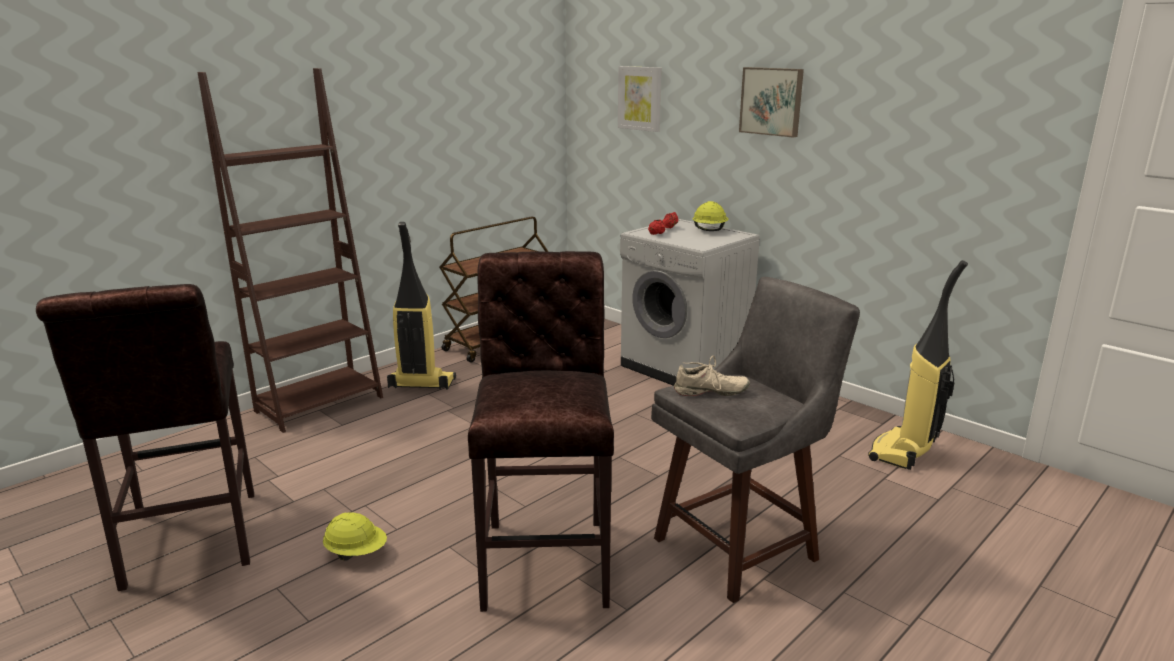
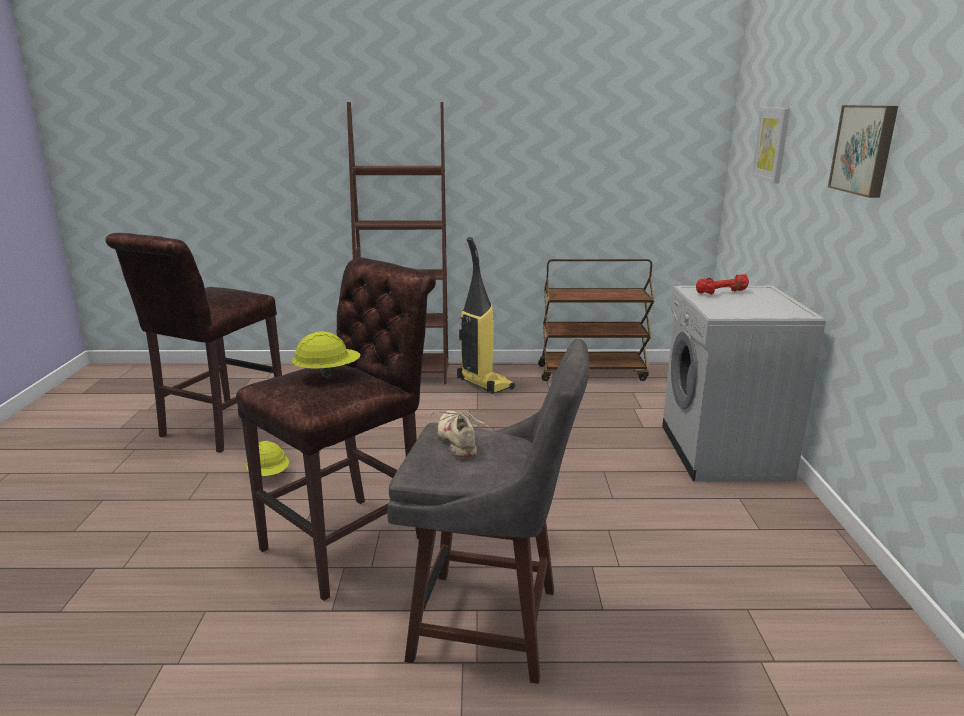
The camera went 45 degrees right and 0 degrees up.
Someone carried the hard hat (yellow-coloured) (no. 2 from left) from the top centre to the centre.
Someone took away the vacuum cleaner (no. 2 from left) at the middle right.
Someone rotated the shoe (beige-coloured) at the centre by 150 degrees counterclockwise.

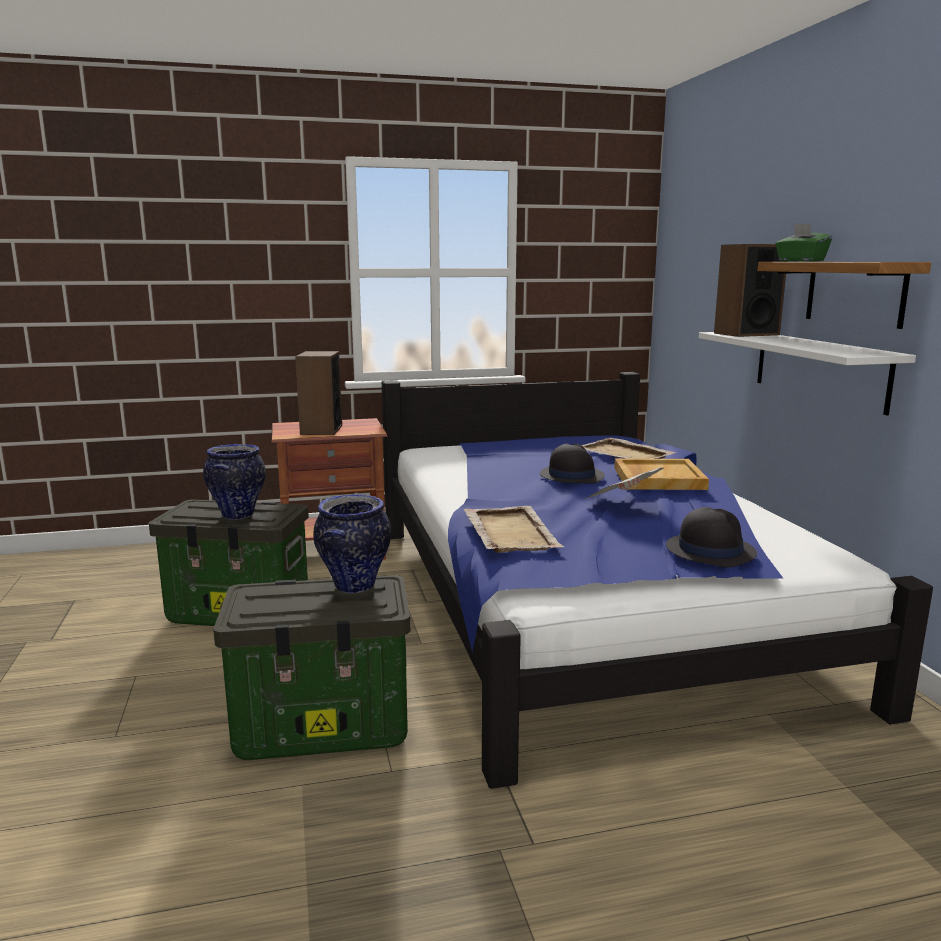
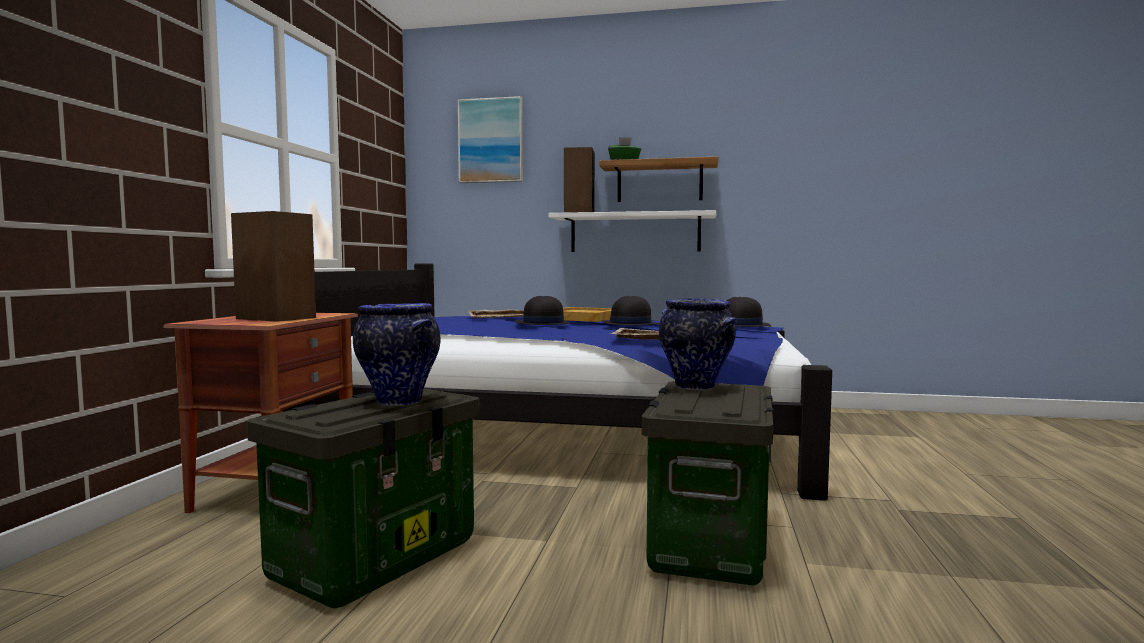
The camera went 65 degrees left and 10 degrees down.
Someone swapped the printed paper at the centre for the hat (blackish) (no. 2 from left) at the centre.
Someone put up the wall art at the top centre.

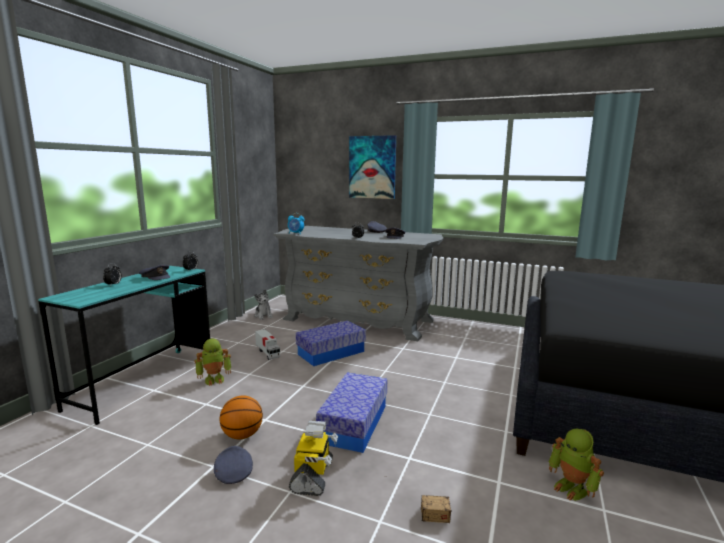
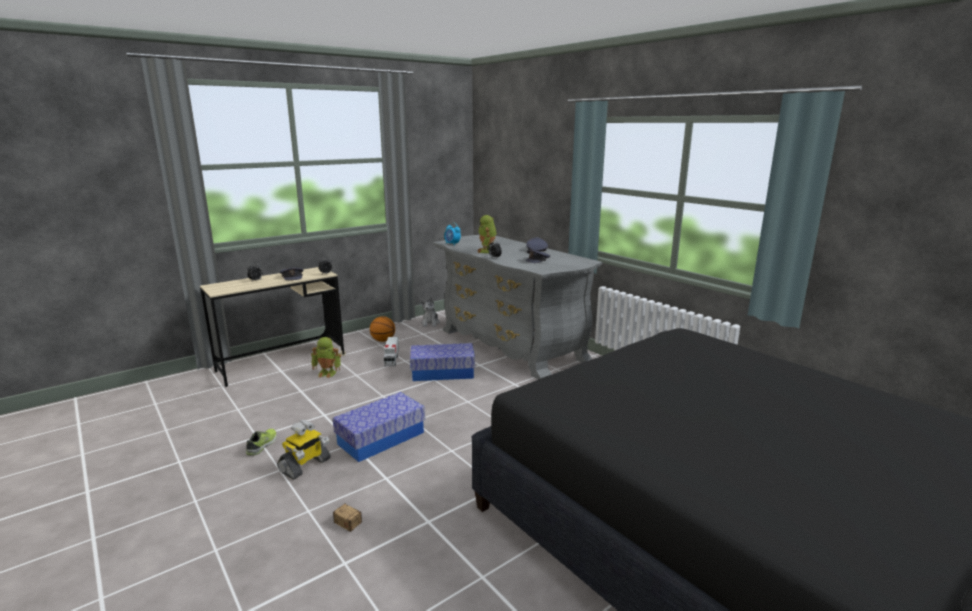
The camera went 30 degrees right and 5 degrees up.
Someone took away the wall art at the top centre.
Someone repainted the desk table (turquoise-coloured) at the middle left, which became the desk table (beige-coloured) at the middle left.
Someone carried the basketball ball from the bottom left to the centre.
Someone carried the toy robot (no. 3 from left) from the bottom right to the centre.
Someone swapped the baseball cap (greyish) (no. 2 from left) at the bottom left for the shoe at the bottom left.

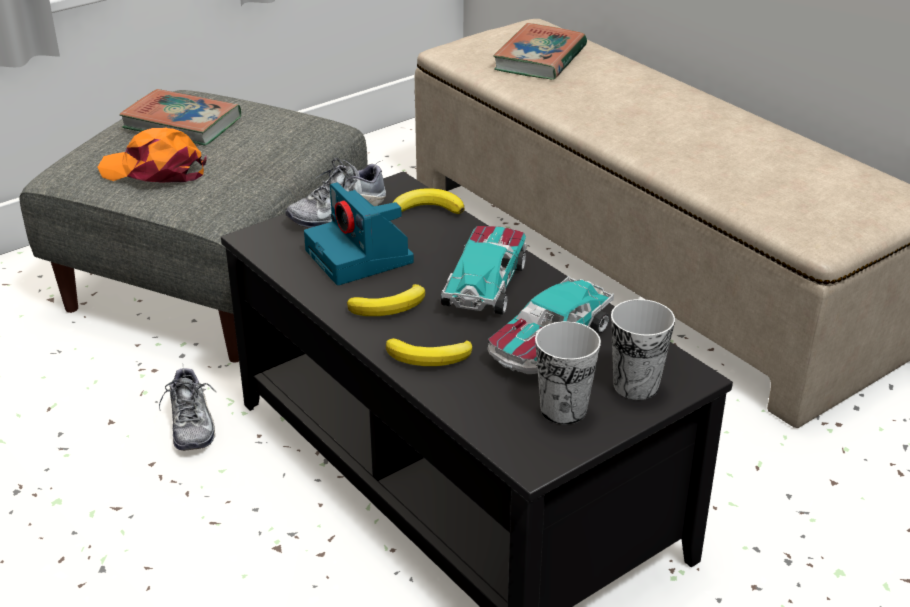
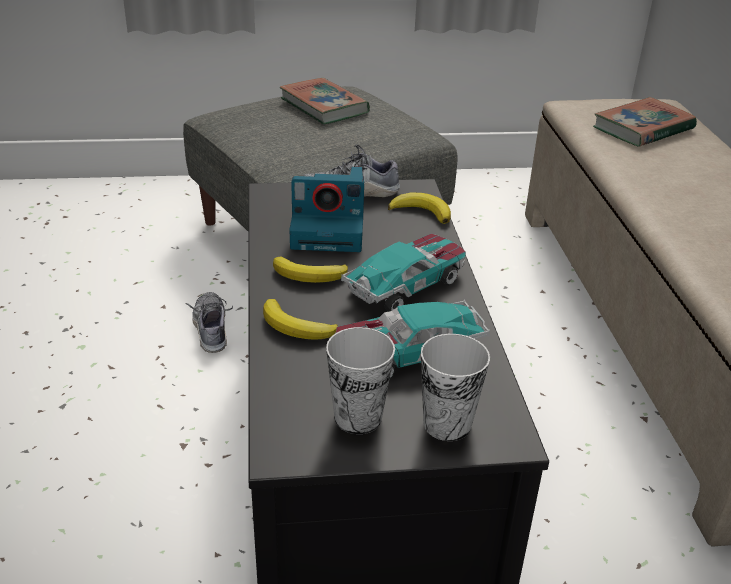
The camera went 30 degrees right and 0 degrees up.
Someone took away the baseball cap (orange-coloured) at the top left.
Someone rotated the still camera at the centre by 90 degrees counterclockwise.
Someone rotated the shoe (no. 1 from left) at the bottom left by 150 degrees clockwise.

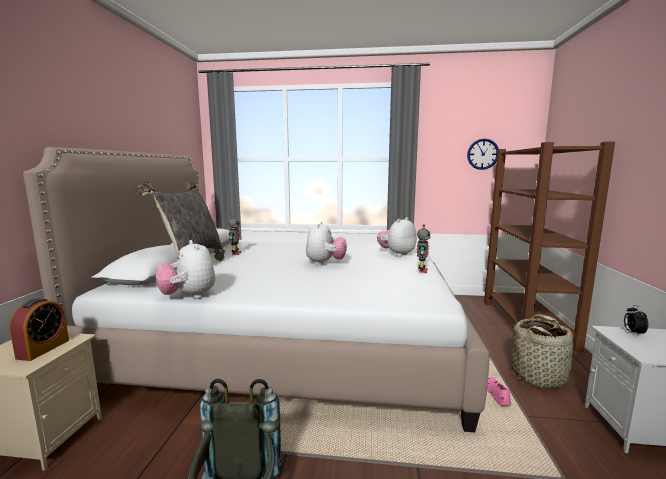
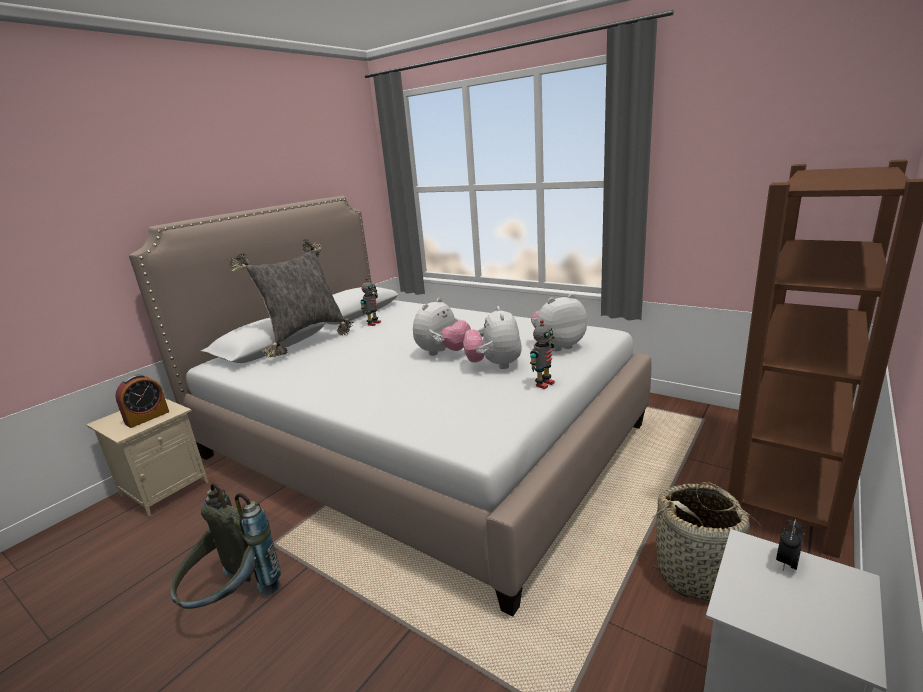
The camera went 30 degrees right and 10 degrees up.
Someone took away the clock on the wall at the top right.
Someone carried the cuddly toy (no. 1 from left in the first image) from the middle left to the centre.
Someone took away the shoe (pink) at the bottom right.

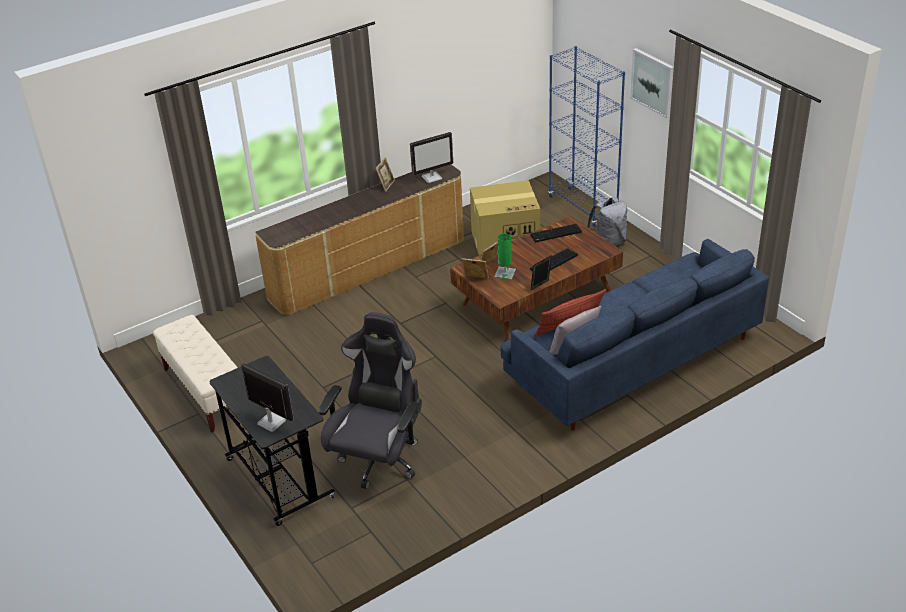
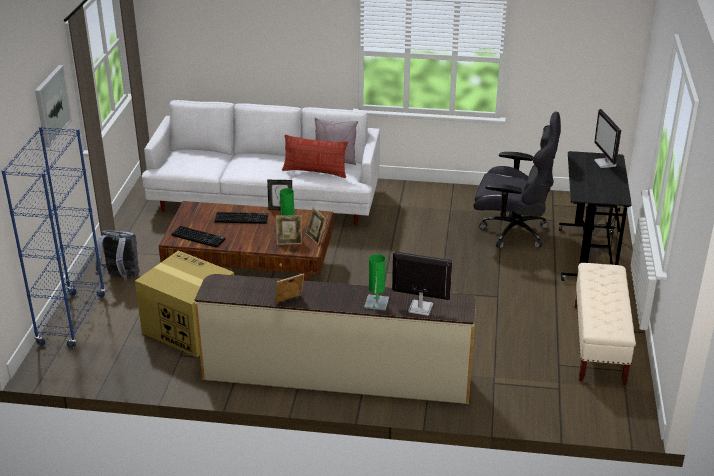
The camera went 140 degrees left and 5 degrees down.
Someone carried the computer display (no. 2 from left in the first image) from the top centre to the centre.
Someone repainted the sofa (bluish) at the middle right, which became the sofa (whitish) at the centre.
Someone rotated the office chair (blackish) at the centre by 135 degrees counterclockwise.
Someone put down the tabletop lamp (greenish) (no. 2 from left) at the centre.

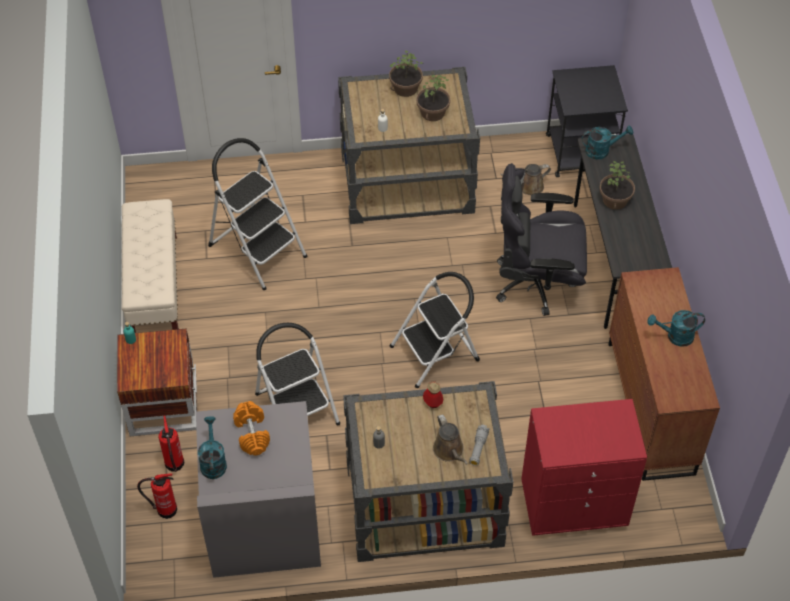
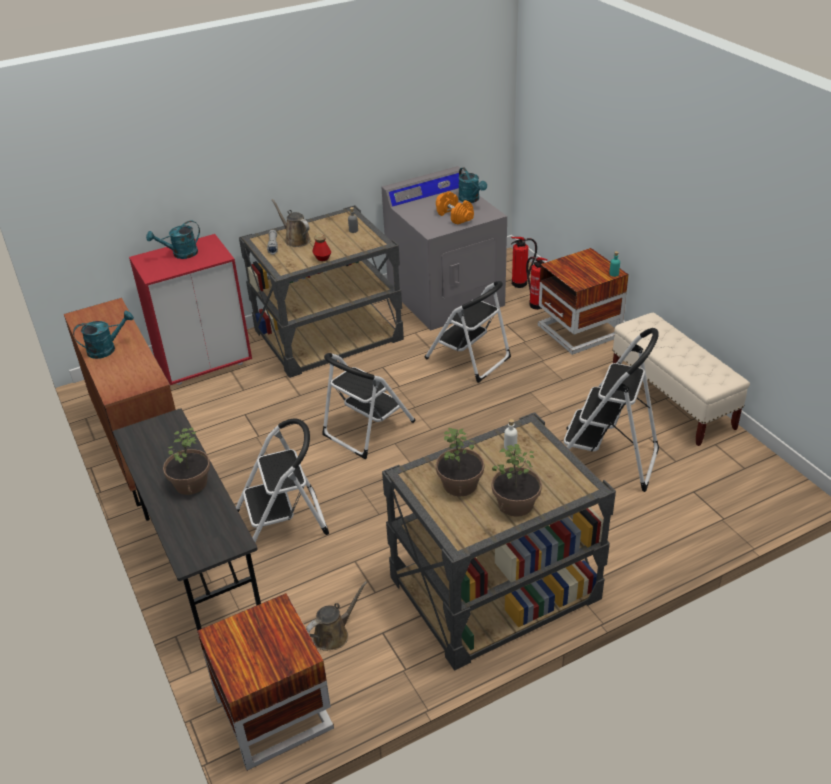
The camera went 160 degrees right and 15 degrees down.
Someone swapped the wheeled cart (blackish) at the top right for the bedside table (no. 1 from left) at the bottom left.
Someone carried the watering pot (turquoise-coloured) (no. 2 from left) from the top right to the top left.
Someone swapped the office chair (blackish) at the middle right for the step stool (no. 1 from left) at the centre.

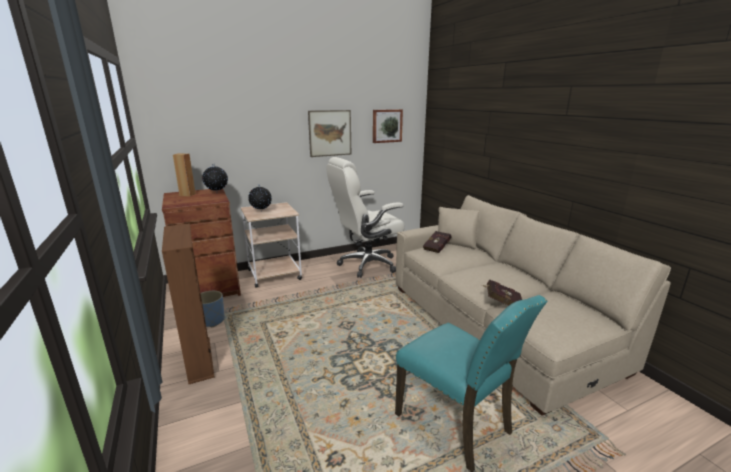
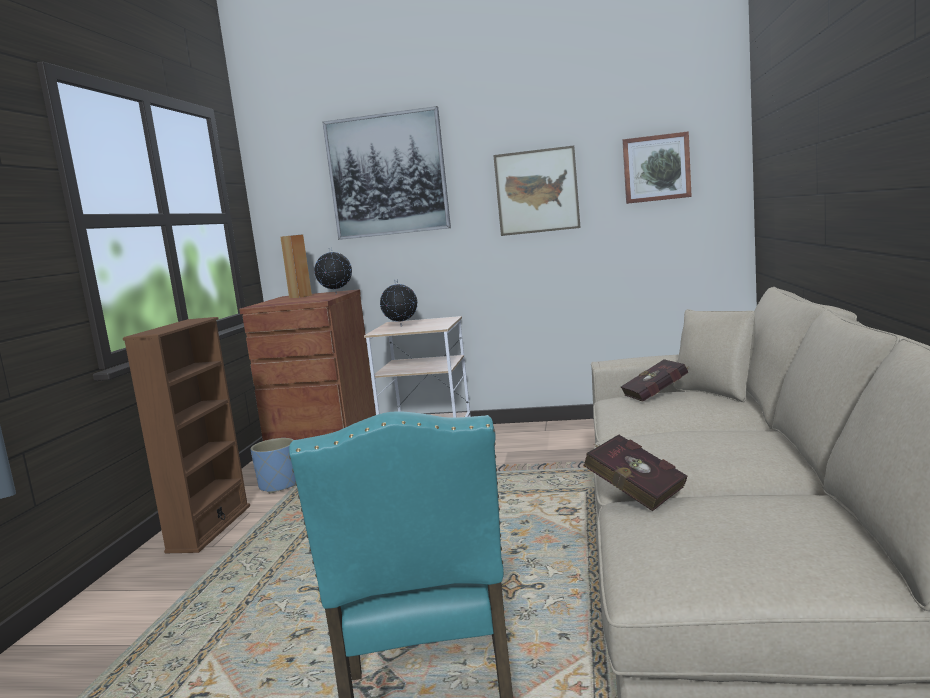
The camera went 35 degrees right and 10 degrees down.
Someone took away the office chair (whitish) at the centre.
Someone put up the wall art (no. 1 from left) at the top centre.

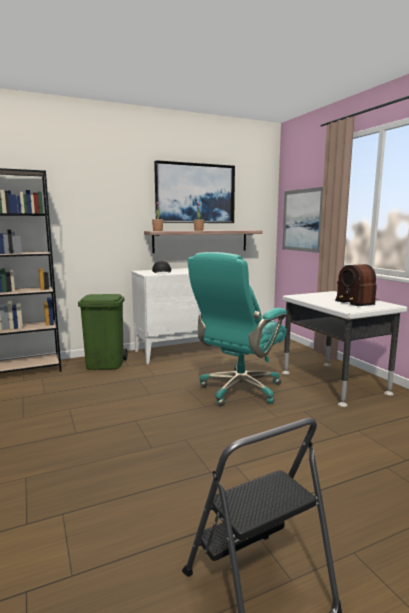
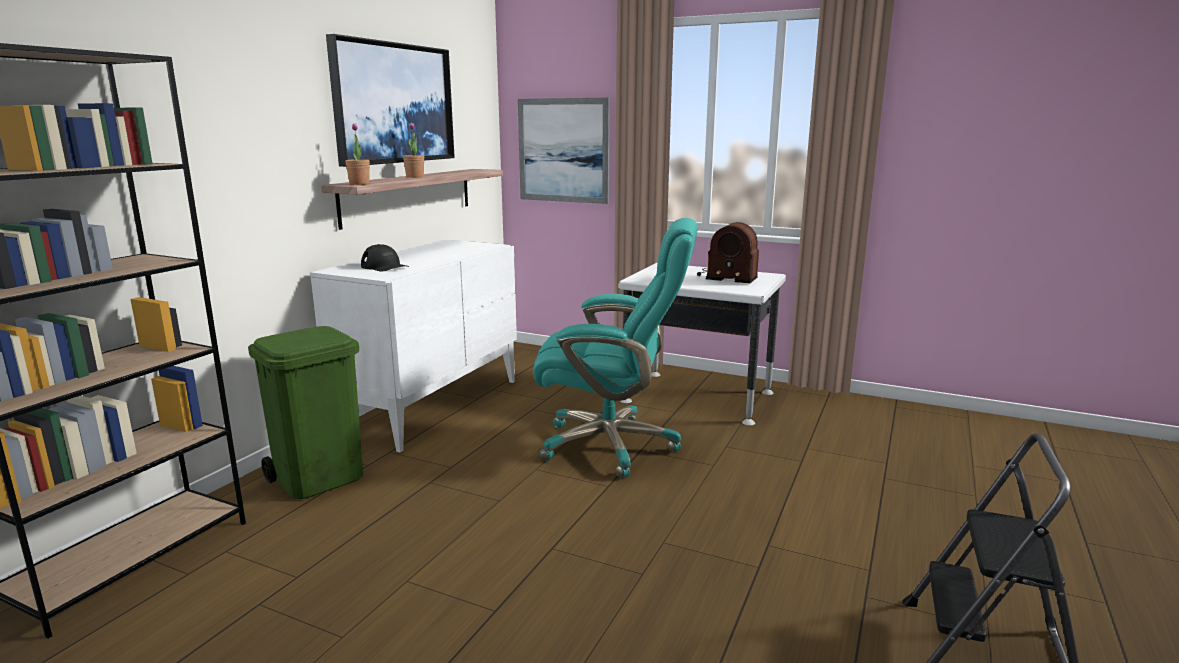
The camera went 40 degrees left and 5 degrees up.
Someone rotated the office chair (turquoise-coloured) at the centre by 75 degrees counterclockwise.

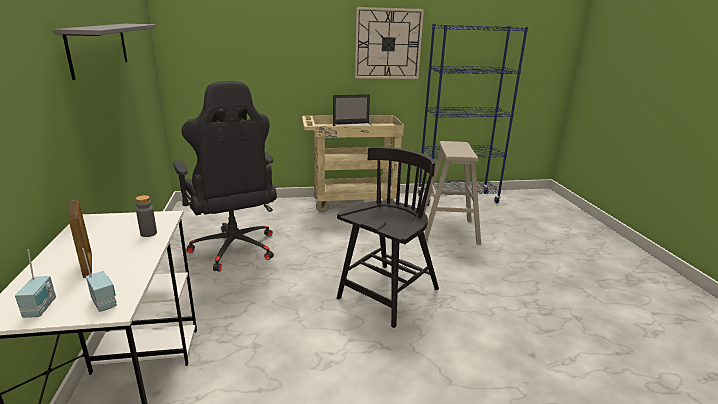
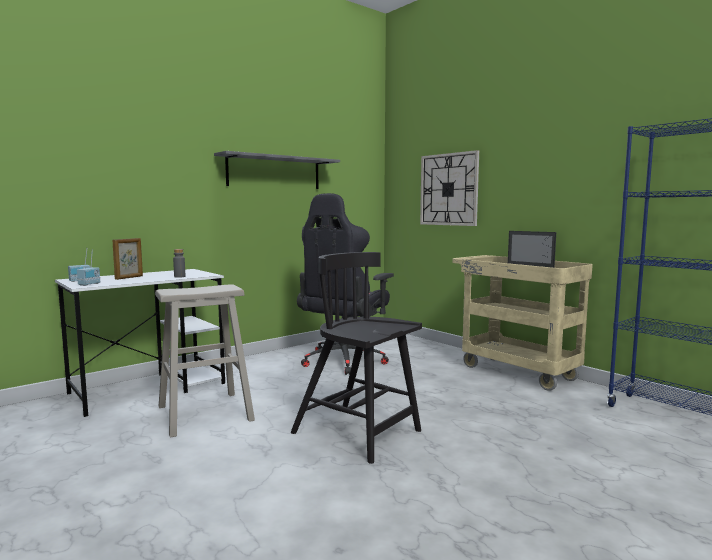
The camera went 60 degrees right and 15 degrees down.
Someone carried the clock on the wall from the top centre to the centre.
Someone carried the stool seat (beige-coloured) from the centre to the middle left.
Someone rotated the chair (blackish) at the centre by 150 degrees counterclockwise.

